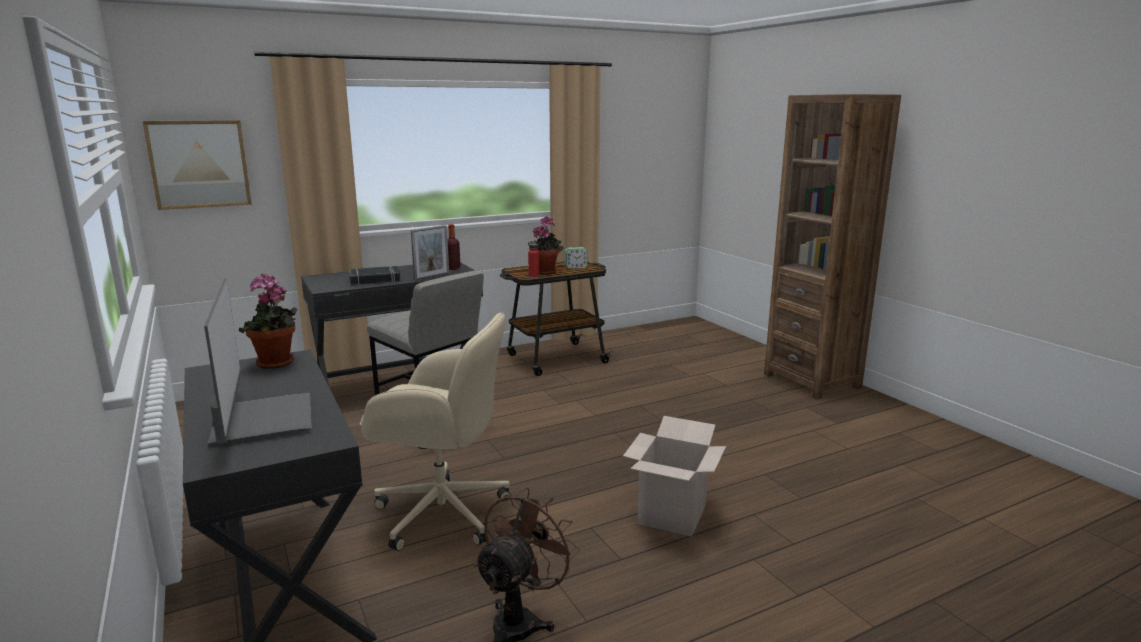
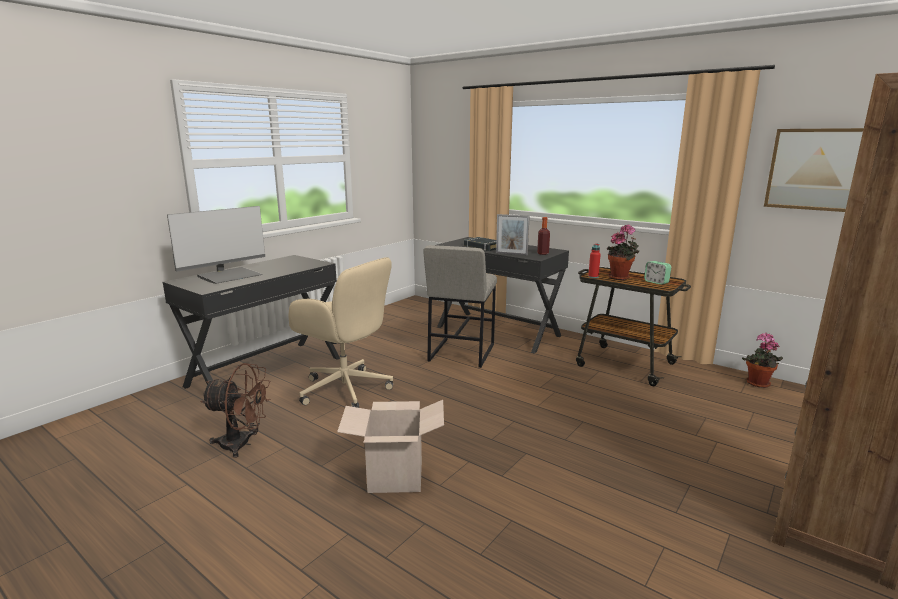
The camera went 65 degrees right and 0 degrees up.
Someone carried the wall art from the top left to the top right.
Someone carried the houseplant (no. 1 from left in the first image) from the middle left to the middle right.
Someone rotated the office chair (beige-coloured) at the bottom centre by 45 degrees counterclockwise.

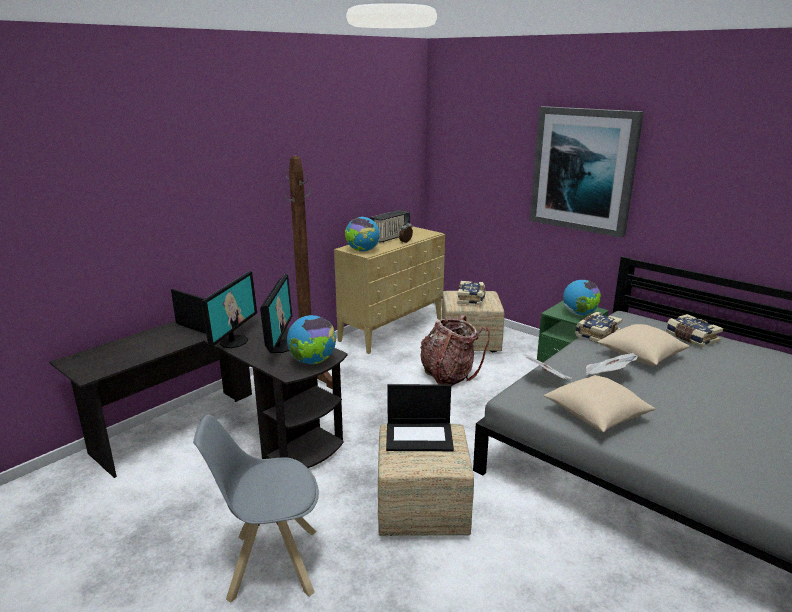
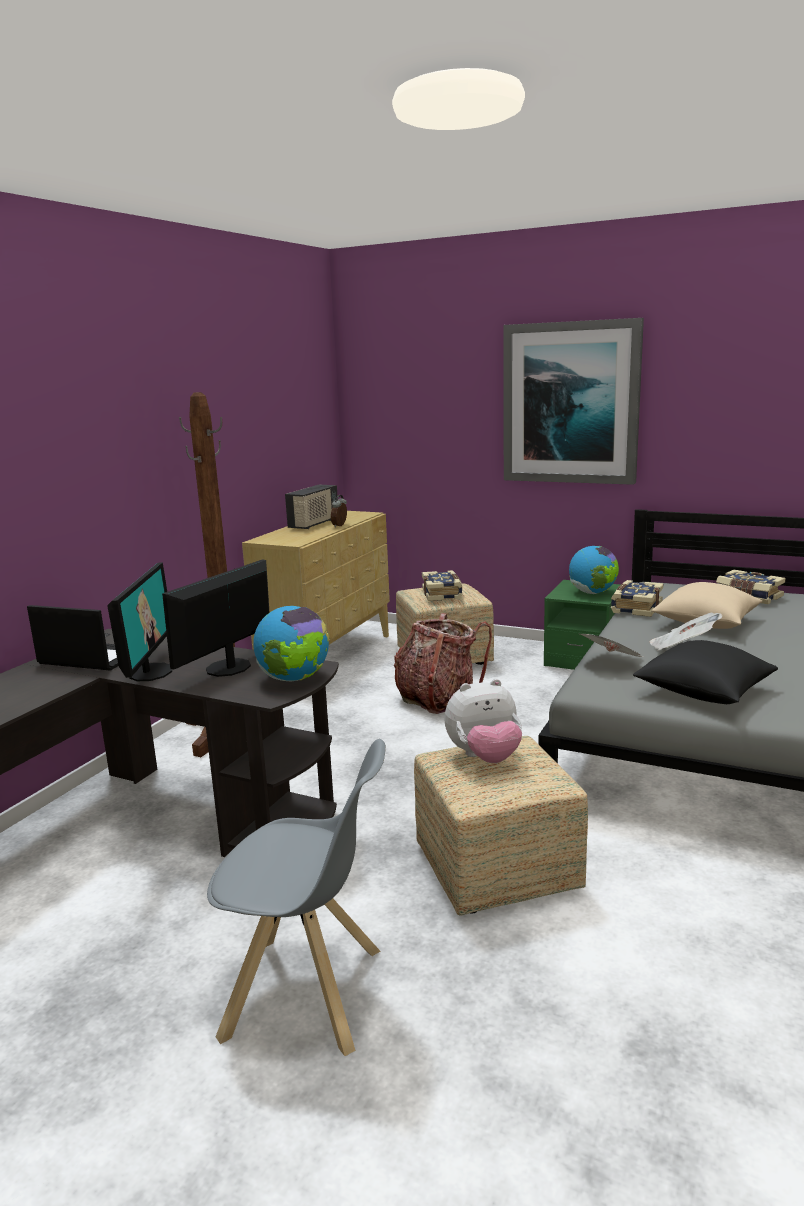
The camera went 15 degrees left and 5 degrees down.
Someone took away the world globe (no. 2 from left) at the centre.
Someone rotated the computer display (no. 2 from left) at the centre by 135 degrees counterclockwise.
Someone repainted the cushion (beige-coloured) (no. 1 from left) at the middle right, which became the cushion (blackish) at the middle right.
Someone swapped the laptop (no. 2 from left) at the bottom centre for the cuddly toy at the centre.
Someone rotated the chair (greyish) at the bottom left by 150 degrees counterclockwise.

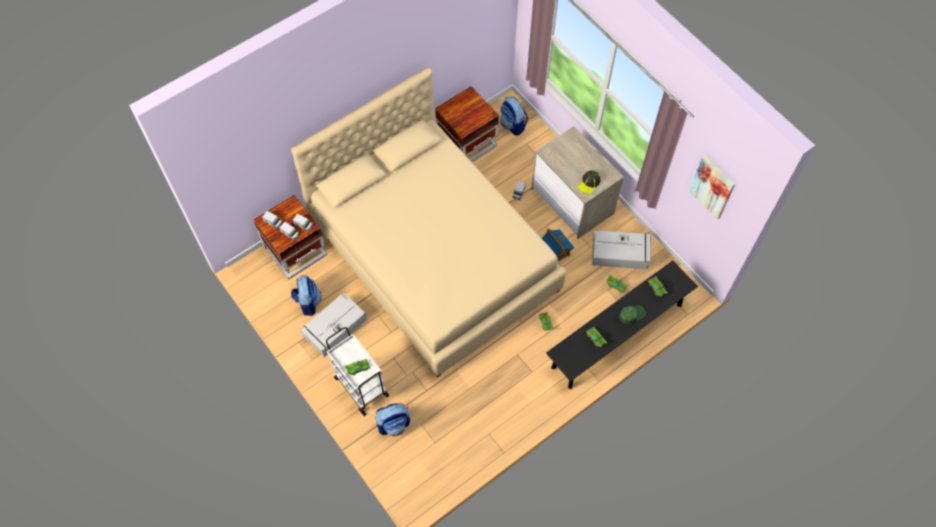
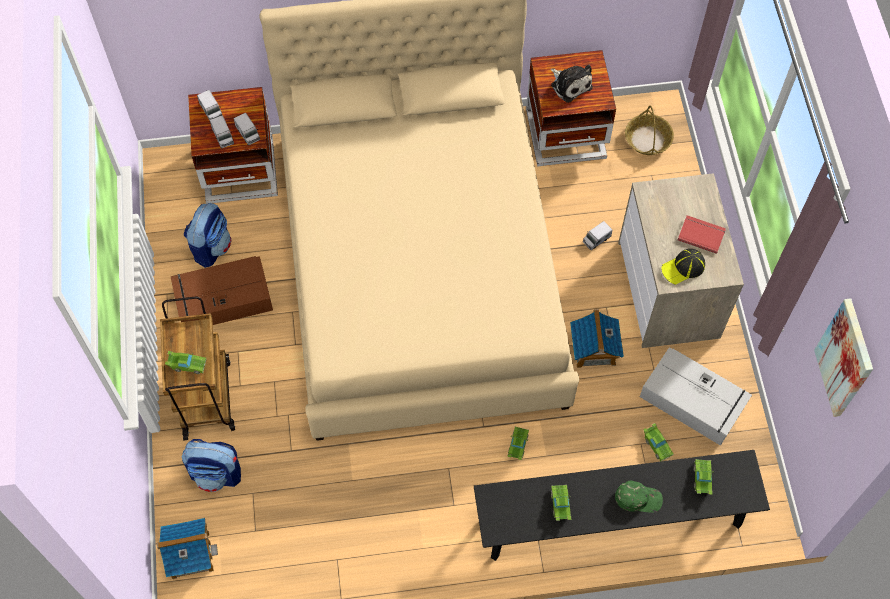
The camera went 30 degrees right and 0 degrees up.
Someone swapped the rucksack (no. 3 from left) at the top centre for the basket at the top right.
Someone repainted the storage box (greyish) (no. 1 from left) at the centre, which became the storage box (brown) at the middle left.
Someone repainted the wheeled cart (whitish) at the bottom centre, which became the wheeled cart (brown) at the middle left.
Someone put down the cuddly toy at the top centre.
Someone put down the book (red-coloured) at the middle right.
Someone put down the model house (no. 1 from left) at the bottom left.

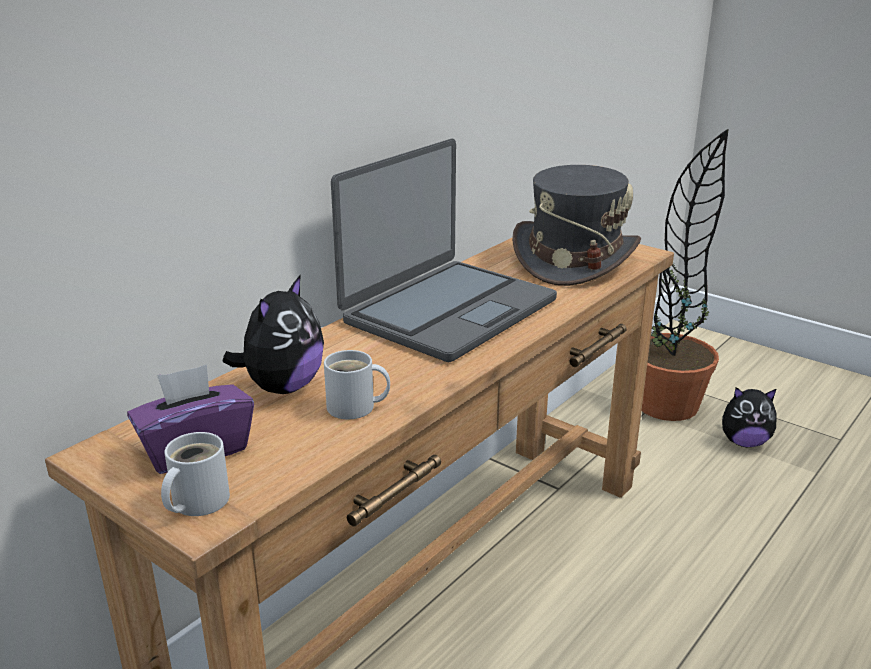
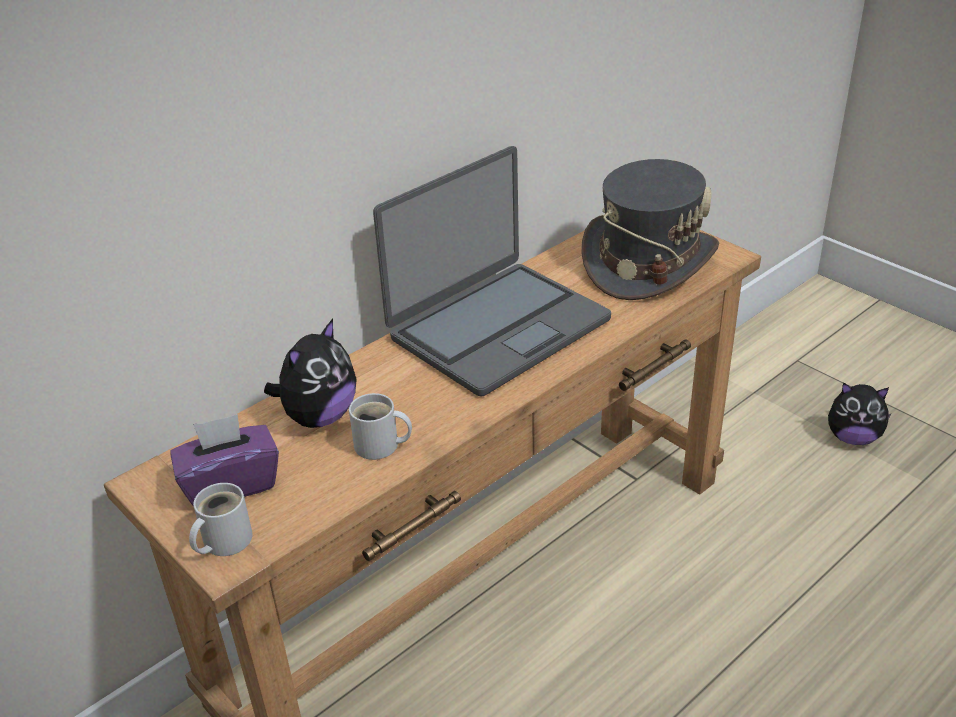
The camera went 10 degrees right and 10 degrees up.
Someone took away the houseplant at the middle right.

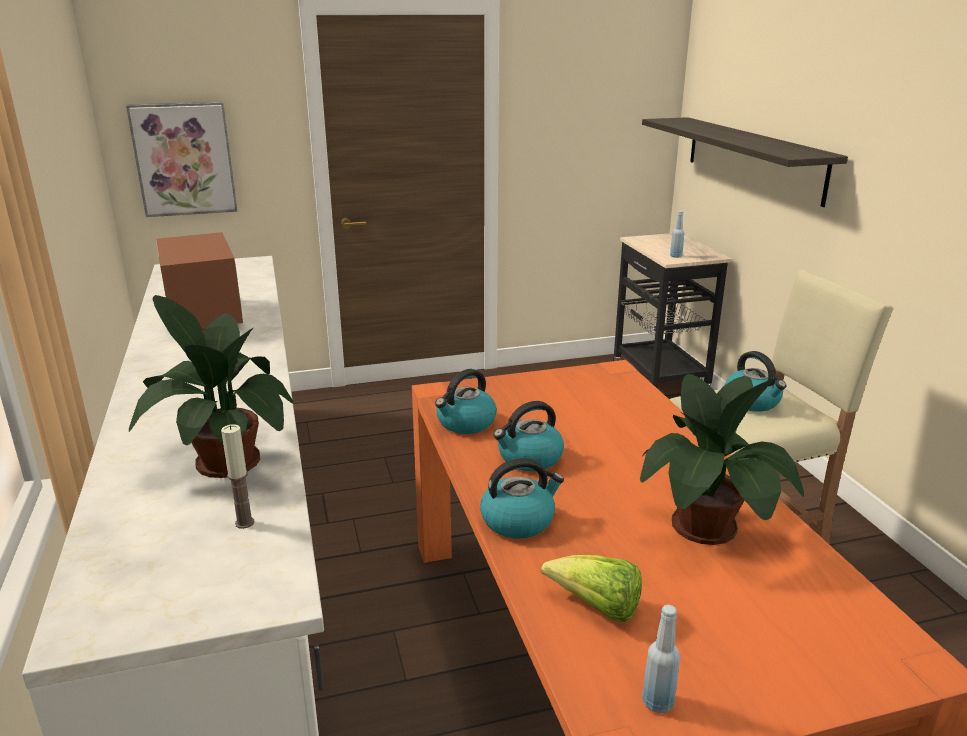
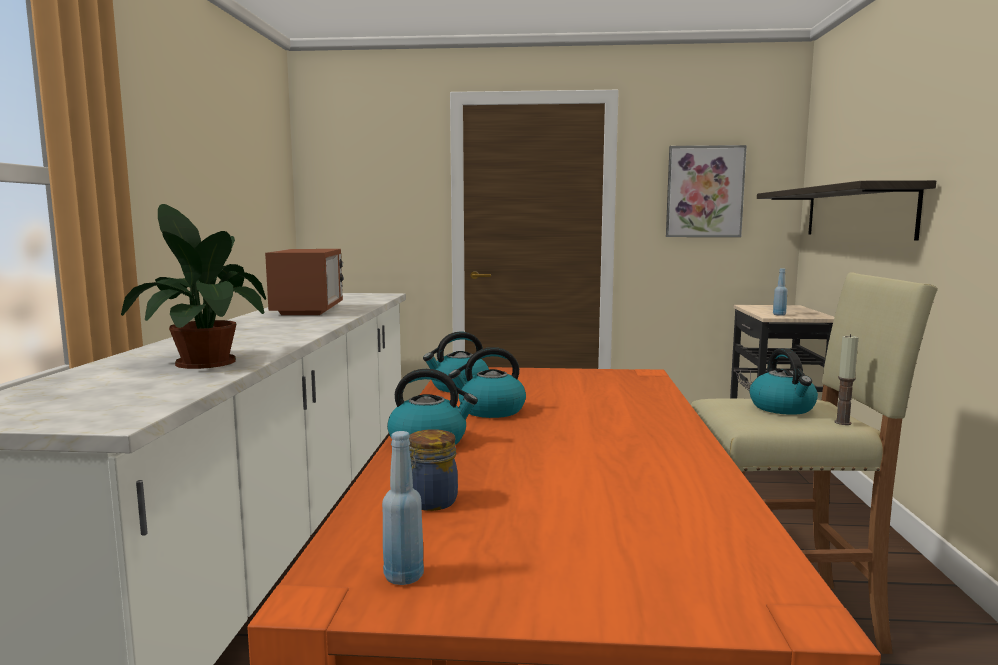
The camera went 20 degrees right and 15 degrees down.
Someone carried the wall art from the top left to the top right.
Someone took away the houseplant (no. 2 from left) at the middle right.
Someone carried the wax light from the middle left to the middle right.
Someone swapped the lettuce head at the bottom centre for the storage jar at the bottom centre.

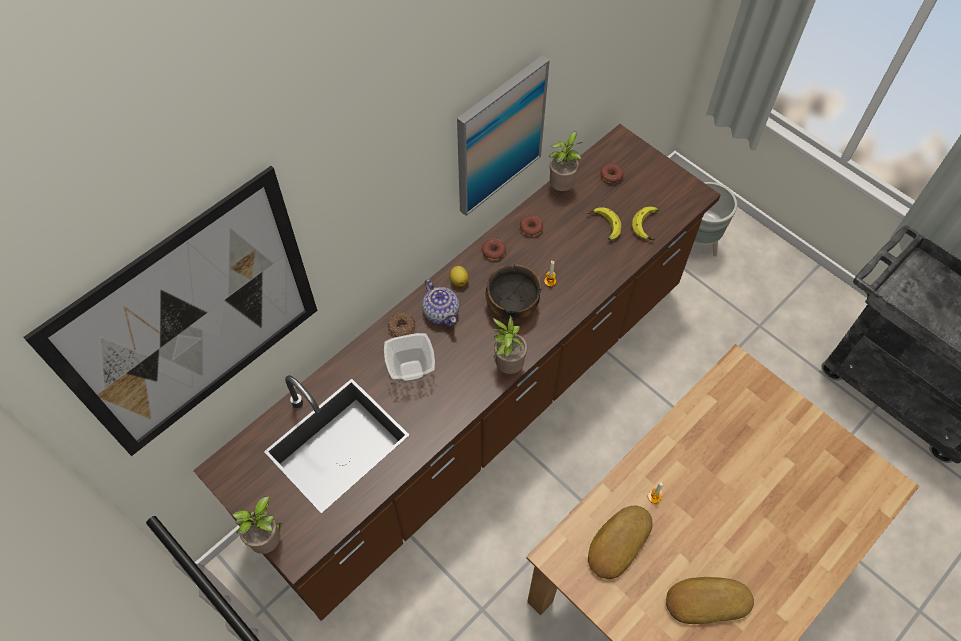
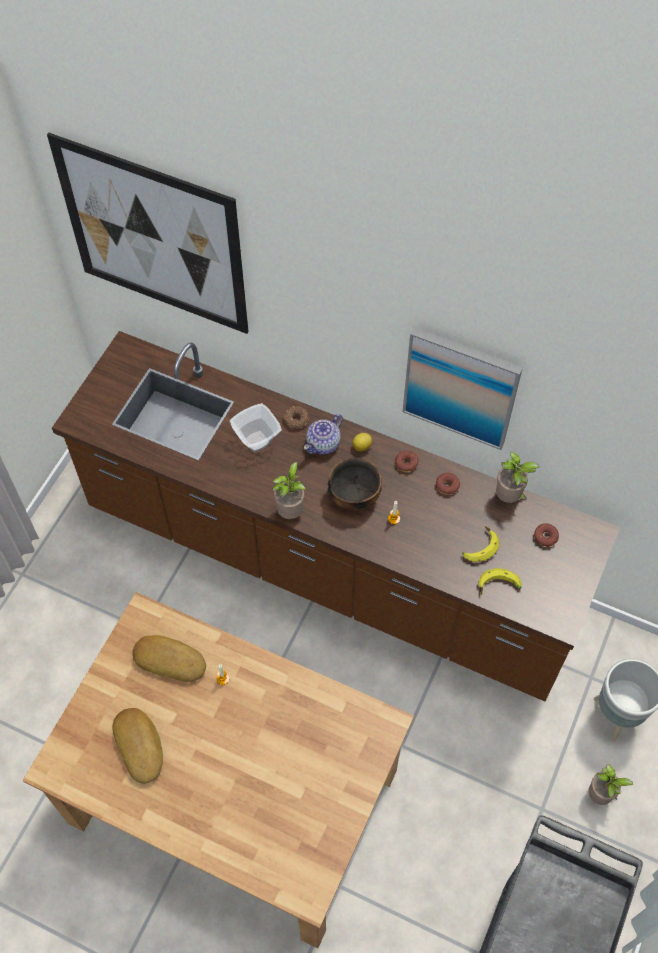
The camera went 70 degrees right and 0 degrees up.
Someone carried the houseplant (no. 1 from left in the first image) from the bottom left to the bottom right.

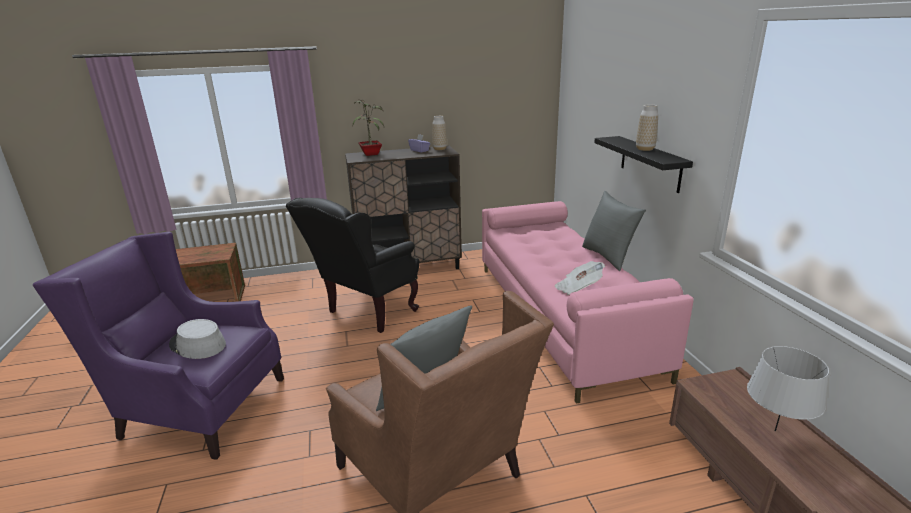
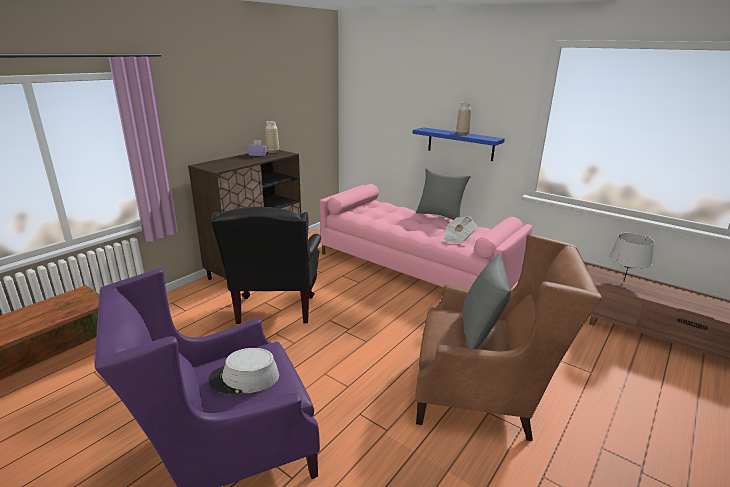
The camera went 40 degrees left and 0 degrees up.
Someone took away the houseplant at the top centre.
Someone repainted the wall shelf (blackish) at the top right, which became the wall shelf (bluish) at the top centre.

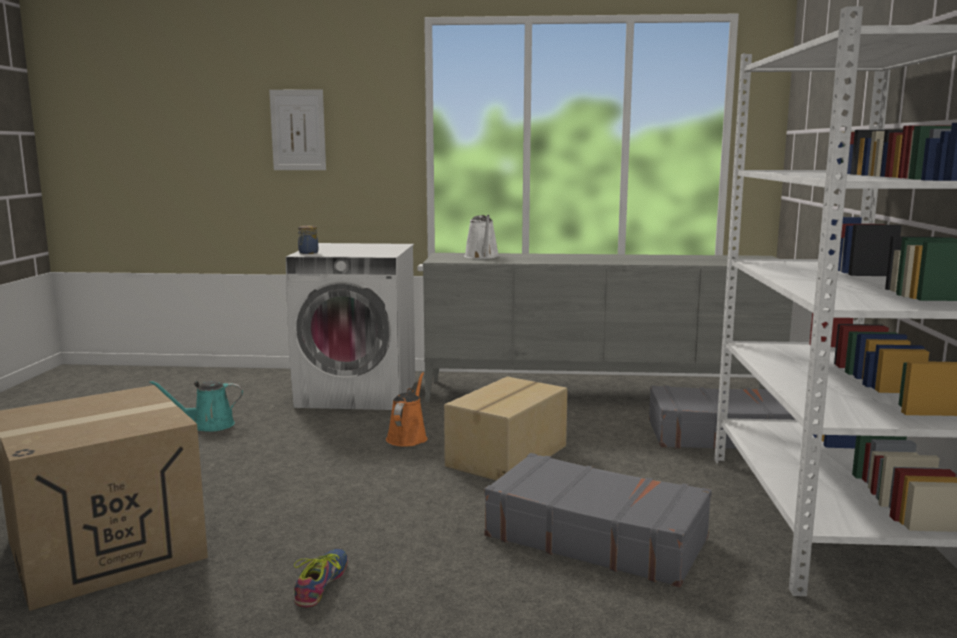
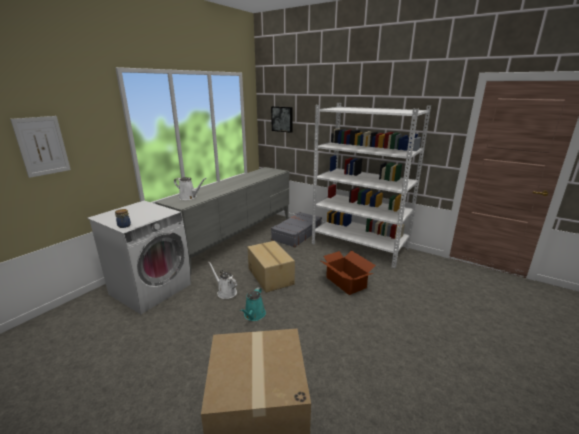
The camera went 60 degrees left and 10 degrees up.
Someone repainted the watering pot (orange-coloured) at the centre, which became the watering pot (whitish) (no. 2 from left) at the centre.
Someone carried the watering pot (turquoise-coloured) from the middle left to the bottom centre.
Someone swapped the piece of luggage (greyish) (no. 1 from left) at the bottom centre for the carton (no. 3 from left) at the centre.
Someone took away the shoe at the bottom centre.
Someone put up the wall art (no. 2 from left) at the top centre.

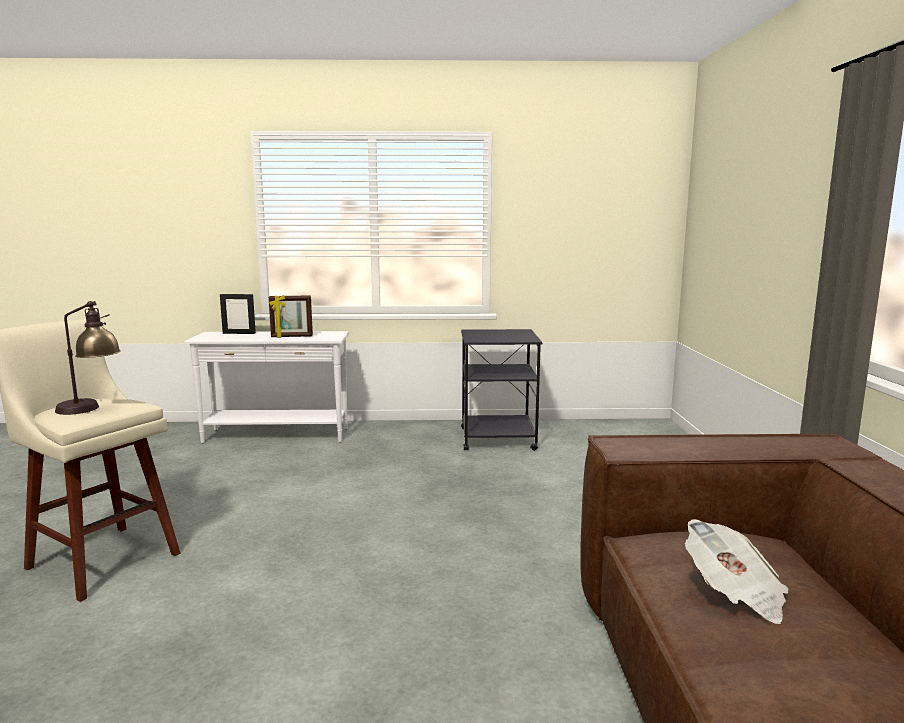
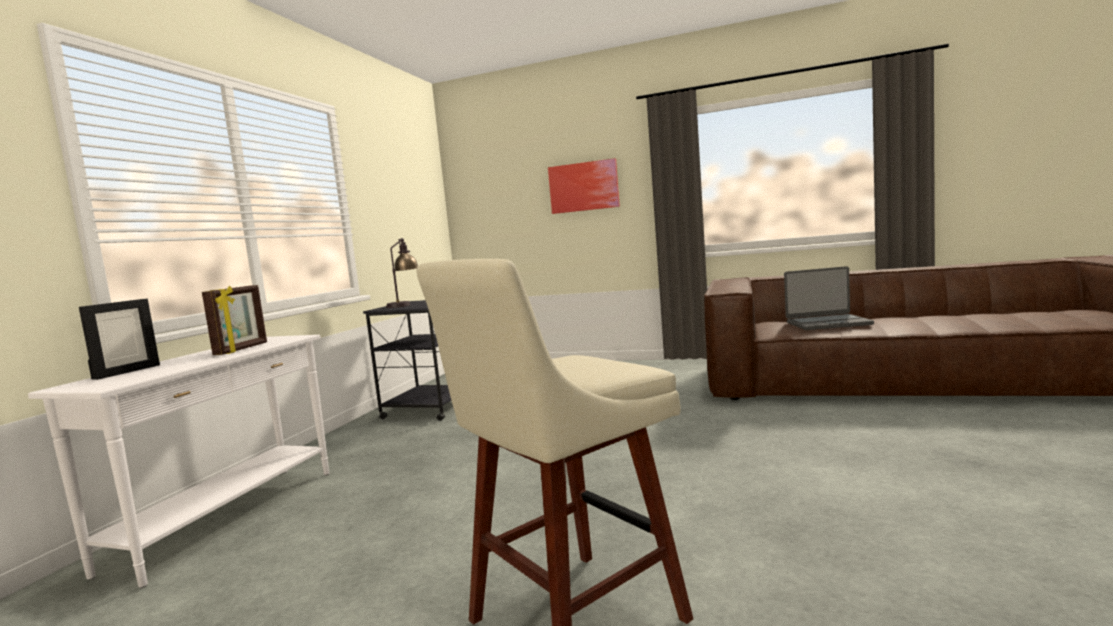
The camera went 70 degrees left and 5 degrees down.
Someone carried the tabletop lamp from the middle left to the centre.
Someone swapped the printed paper at the bottom right for the laptop at the middle right.
Someone put up the wall art at the top centre.

